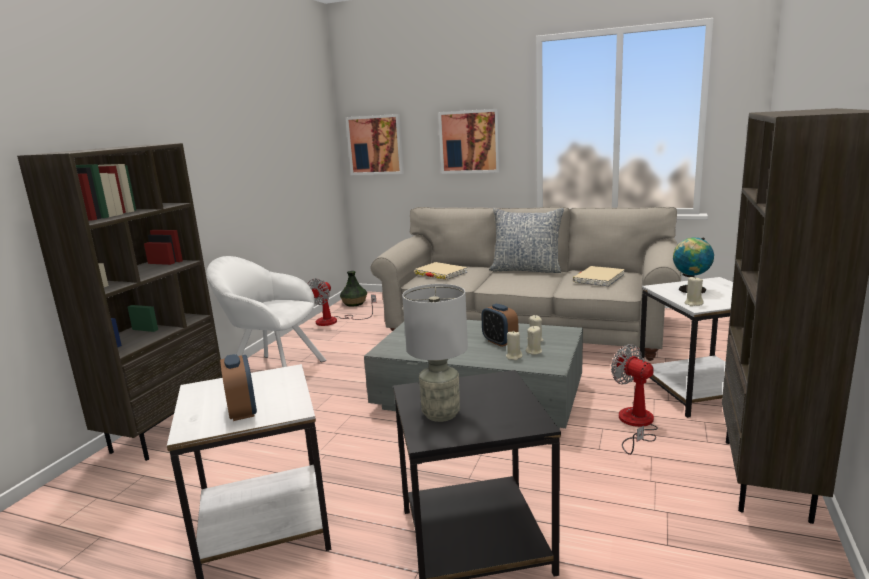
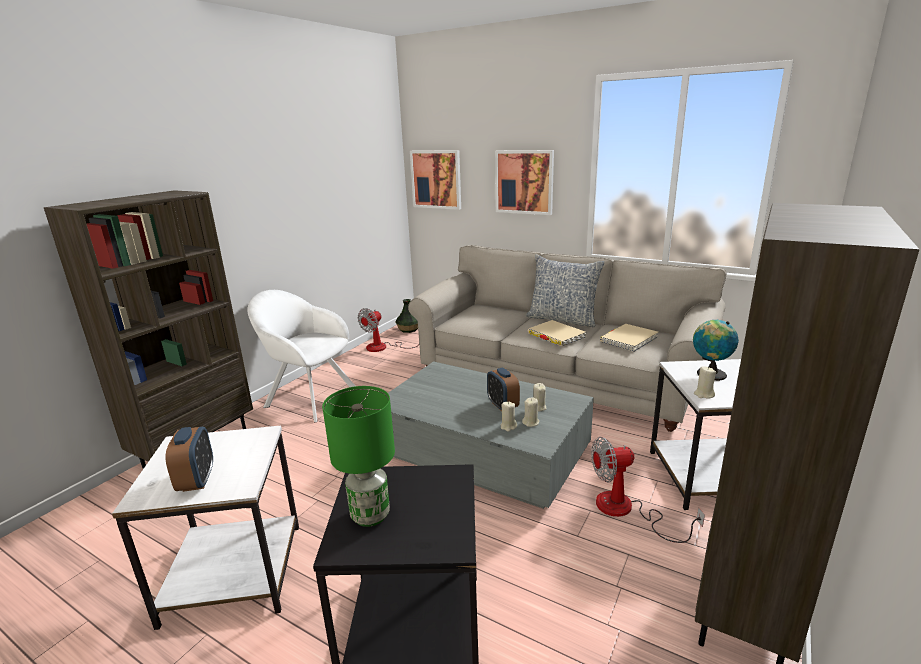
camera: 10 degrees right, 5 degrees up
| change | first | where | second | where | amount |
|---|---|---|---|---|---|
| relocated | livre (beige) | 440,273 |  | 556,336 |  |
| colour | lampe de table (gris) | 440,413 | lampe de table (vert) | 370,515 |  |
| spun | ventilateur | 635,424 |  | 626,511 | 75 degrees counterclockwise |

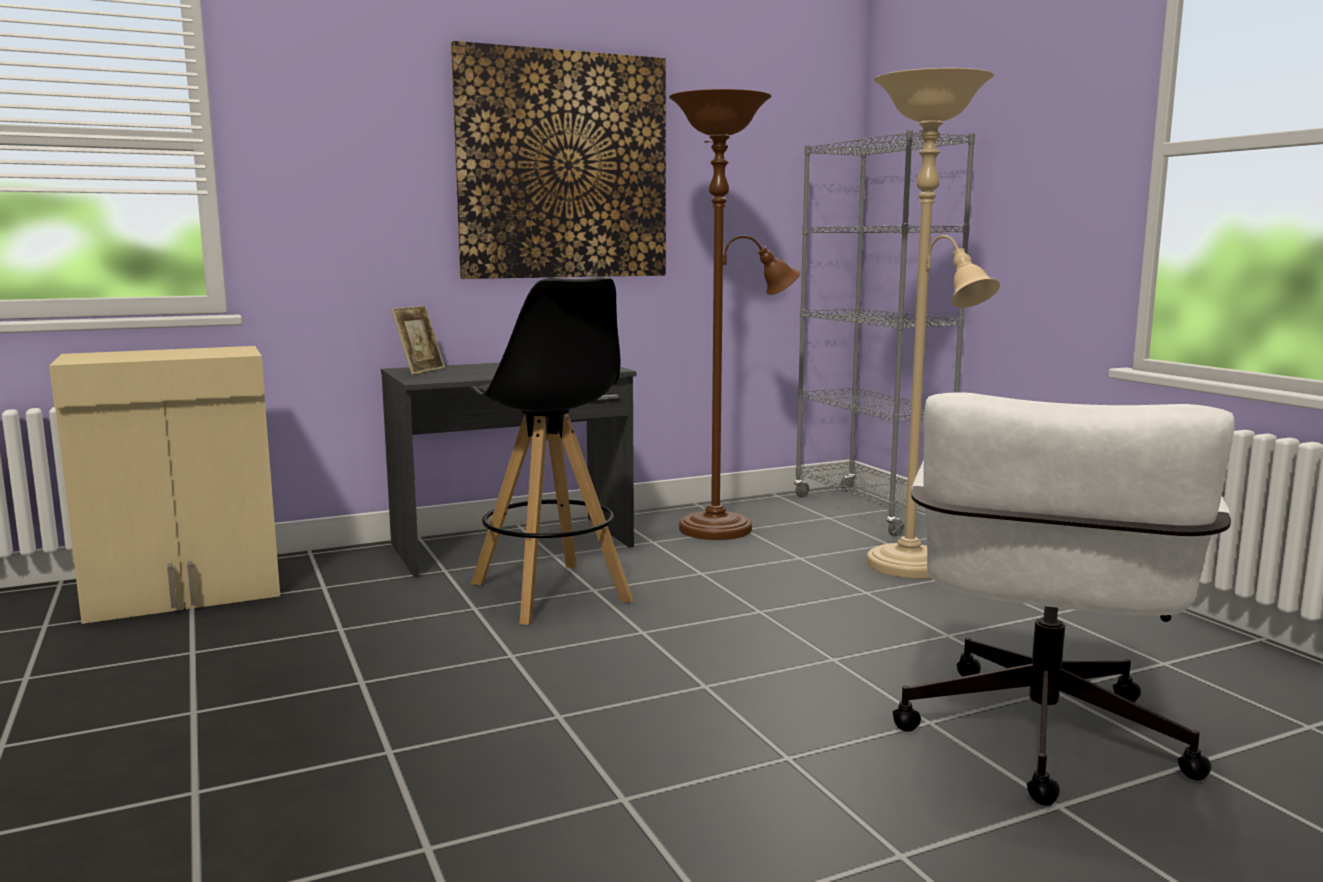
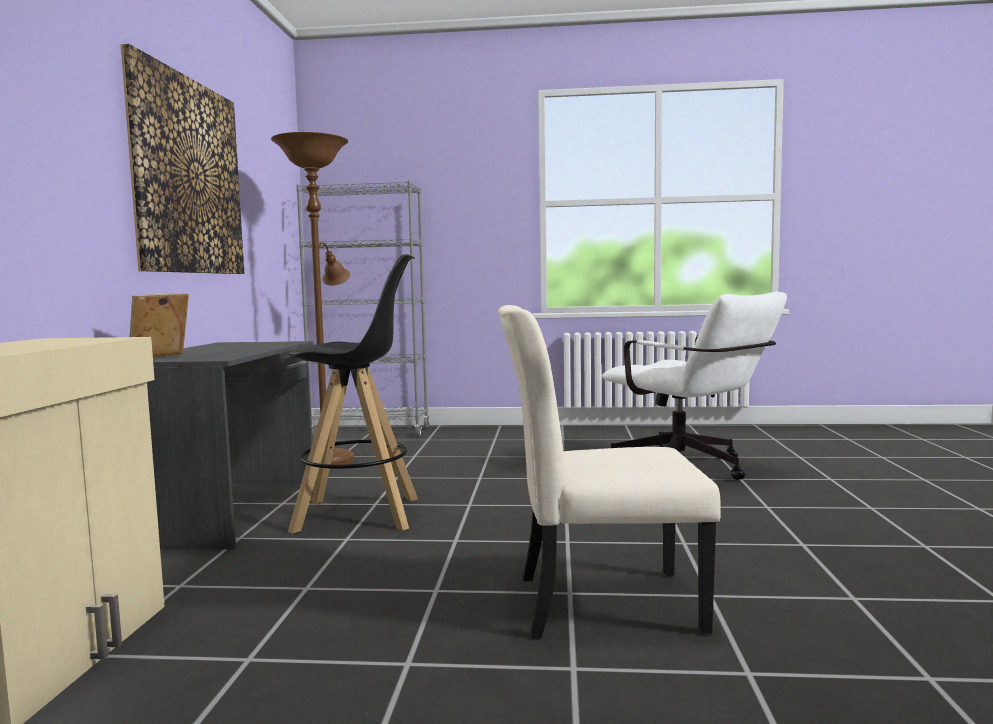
camera: 60 degrees left, 5 degrees down
| change | first | where | second | where | amount |
|---|---|---|---|---|---|
| missing | lampadaire (beige) | 915,568 |  |  |  |
| spun | cadre photo | 420,371 |  | 161,357 | 105 degrees counterclockwise |
| appeared |  |  | chaise (beige) | 599,602 |  |

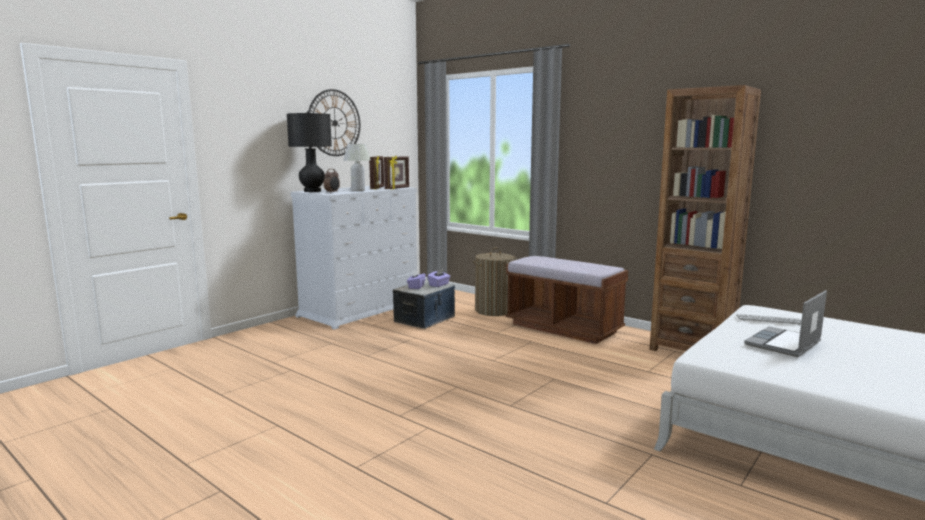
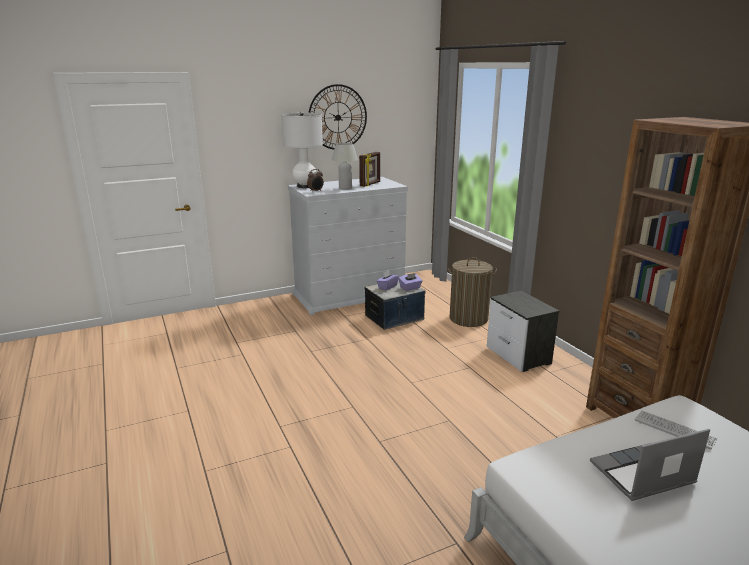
camera: 25 degrees right, 10 degrees up
| change | first | where | second | where | amount |
|---|---|---|---|---|---|
| colour | lampe de table (noir) | 312,191 | lampe de table (blanc) | 305,186 |  |
| missing | cadre photo | 397,188 |  |  |  |
| exchanged | banc (marron) | 563,328 | table de chevet | 518,356 |  |

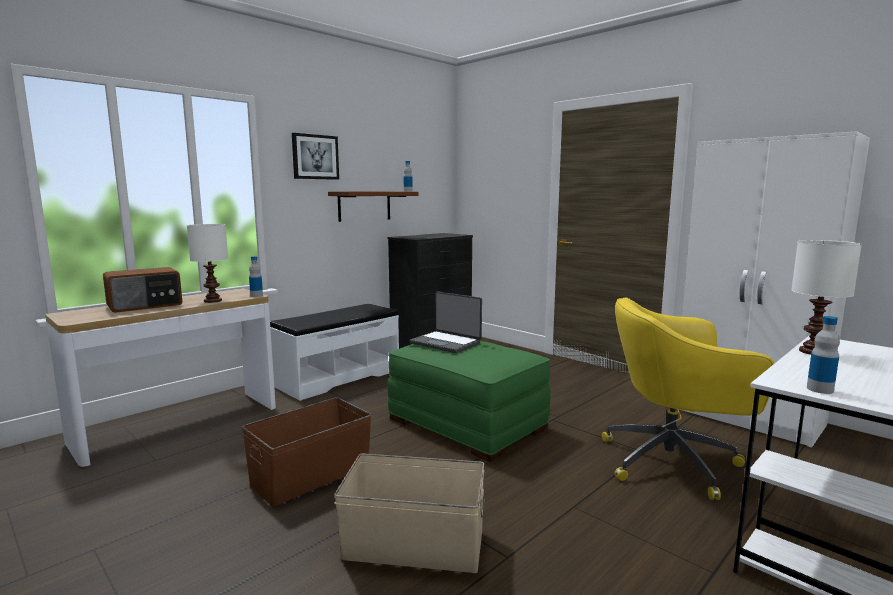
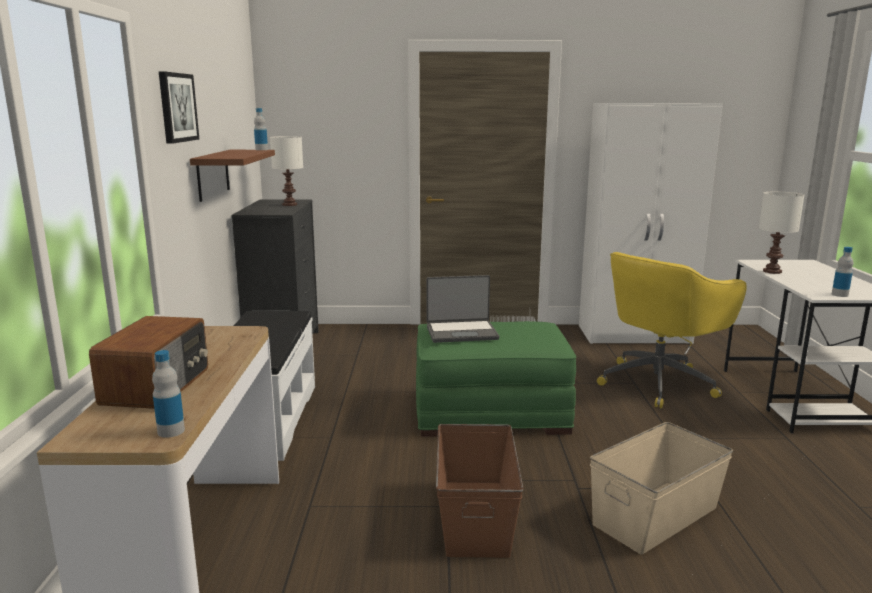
camera: 45 degrees left, 5 degrees up
| change | first | where | second | where | amount |
|---|---|---|---|---|---|
| relocated | lampe de table (blanc) | 213,301 |  | 290,204 |  |
| relocated | bouteille | 256,295 |  | 171,431 |  |

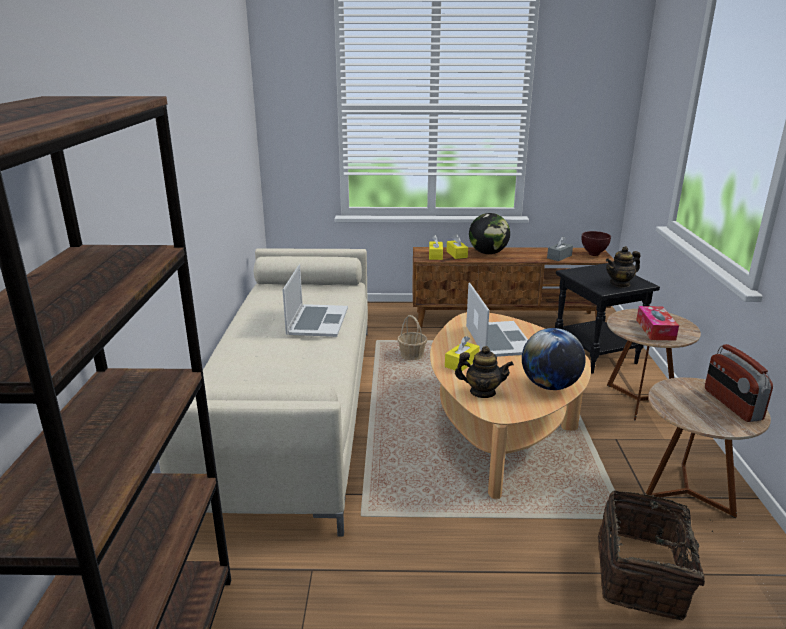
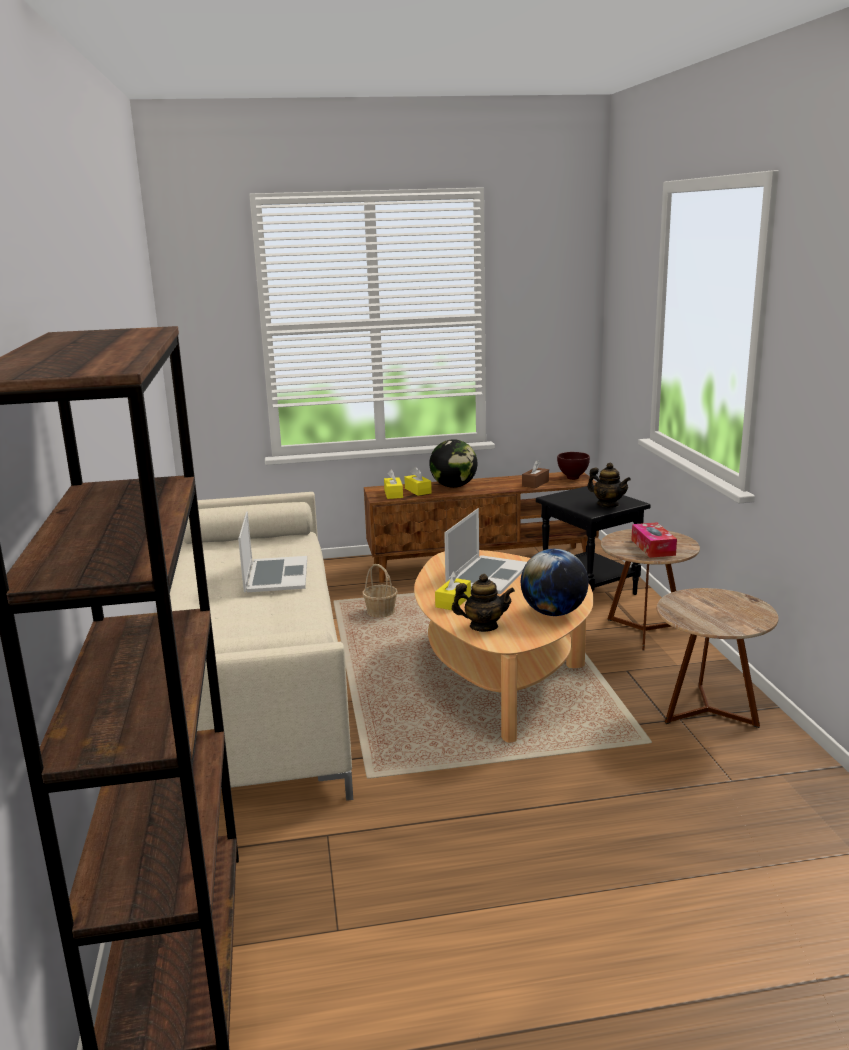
camera: 10 degrees left, 5 degrees down
| change | first | where | second | where | amount |
|---|---|---|---|---|---|
| colour | boîte à mouchoirs (gris) | 559,257 | boîte à mouchoirs (marron) | 535,483 |  |
| spun | théière | 620,284 |  | 608,505 | 105 degrees counterclockwise |
| spun | ordinateur portable | 498,339 |  | 487,575 | 45 degrees clockwise |
| missing | radio | 731,404 |  |  |  |
| missing | panier | 643,576 |  |  |  |

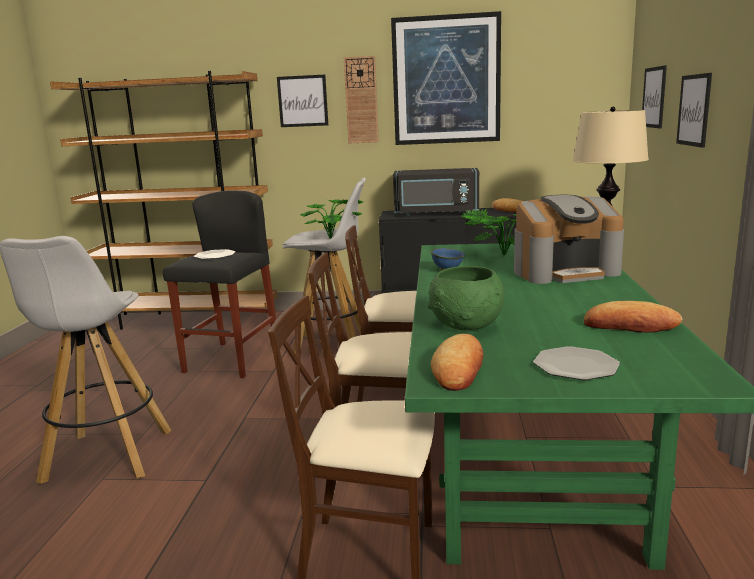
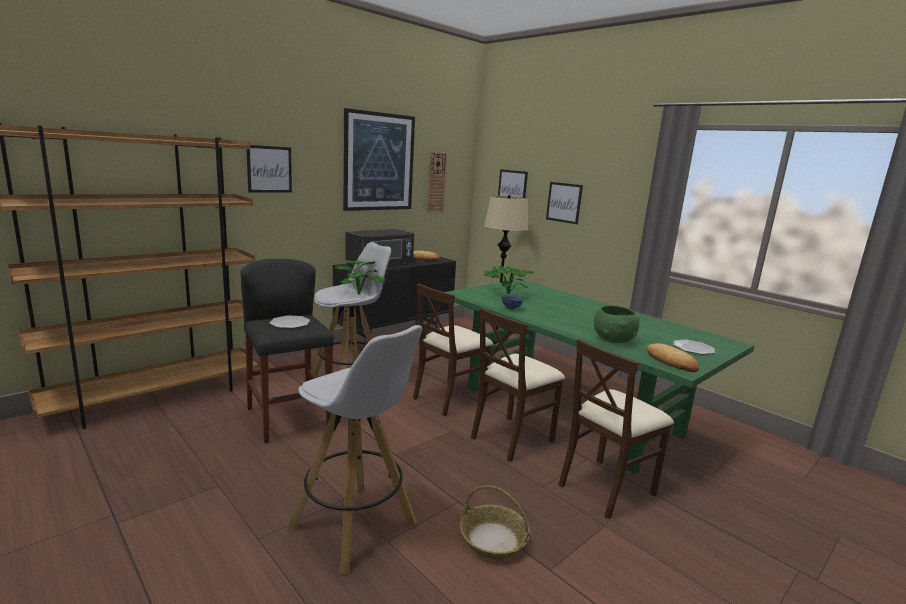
camera: 50 degrees left, 0 degrees up
| change | first | where | second | where | amount |
|---|---|---|---|---|---|
| relocated | horloge murale | 361,100 |  | 436,182 |  |
| missing | machine à café | 565,272 |  |  |  |
| missing | pain | 630,326 |  |  |  |
| appeared |  |  | panier | 492,539 |  |

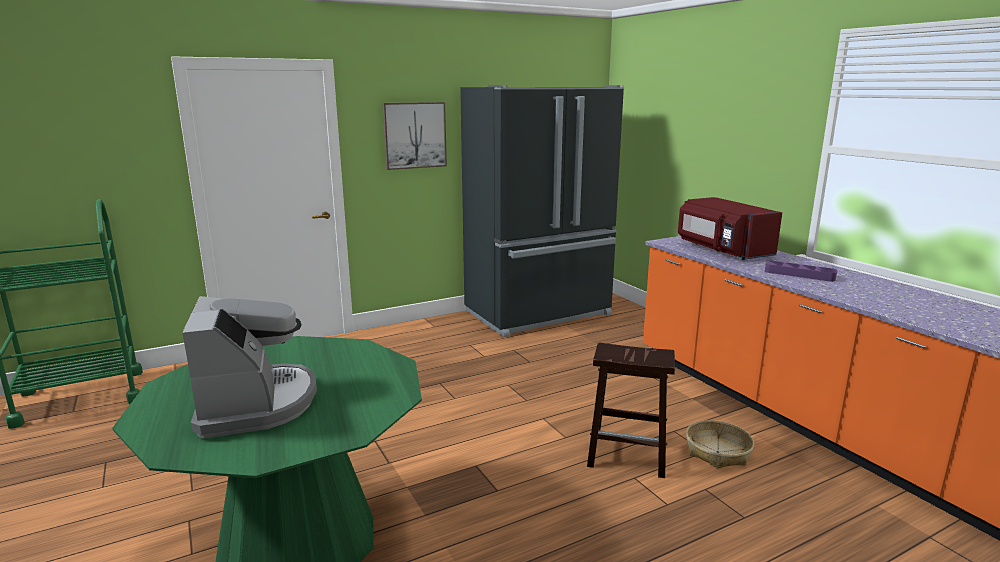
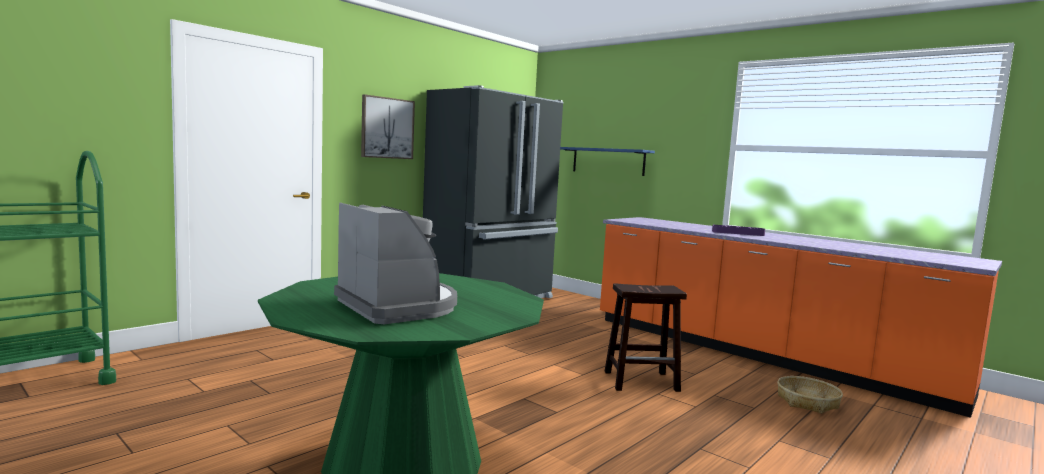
camera: 20 degrees left, 10 degrees down
| change | first | where | second | where | amount |
|---|---|---|---|---|---|
| missing | micro-ondes (rouge) | 722,250 |  |  |  |
| relocated | panier | 718,452 |  | 807,402 |  |
| appeared |  |  | étagère (bleu) | 608,161 |  |

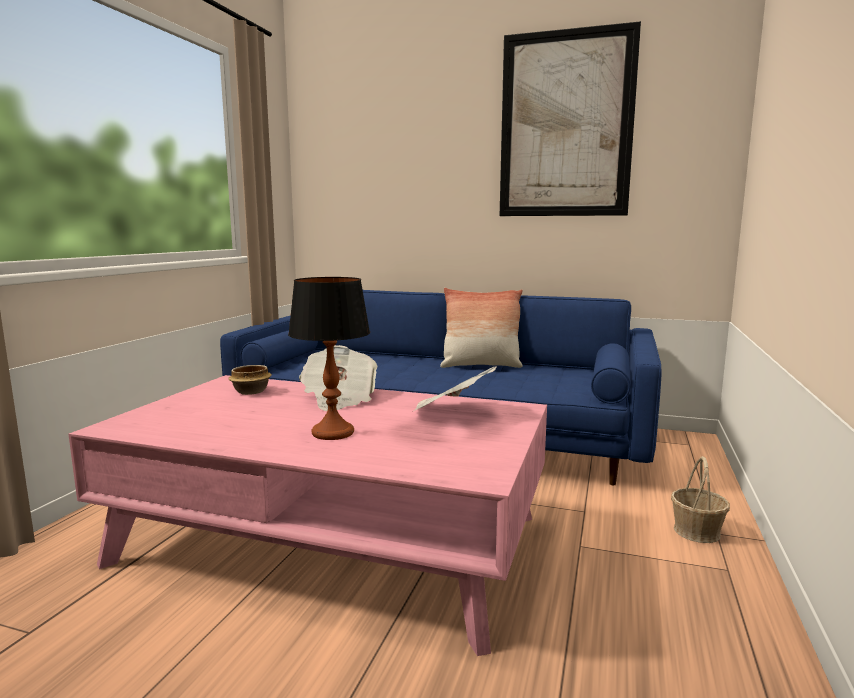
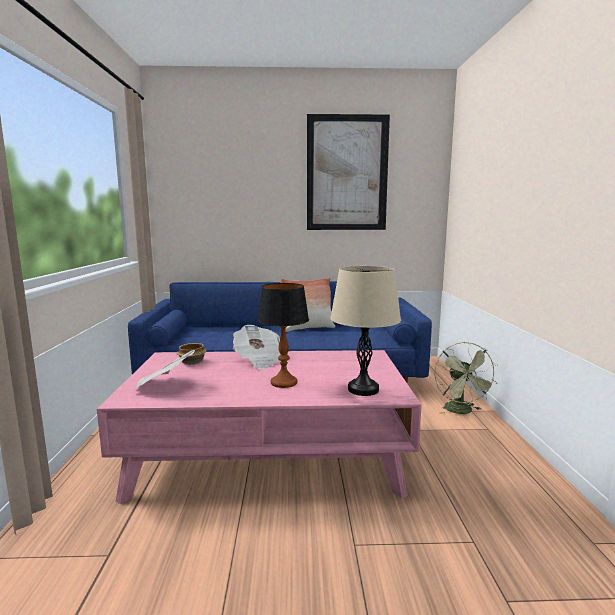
camera: 20 degrees left, 0 degrees up
| change | first | where | second | where | amount |
|---|---|---|---|---|---|
| relocated | journal | 451,412 |  | 164,385 |  |
| exchanged | panier | 697,531 | ventilateur (vert) | 462,411 |  |
| appeared |  |  | lampe de table (beige) | 363,389 |  |

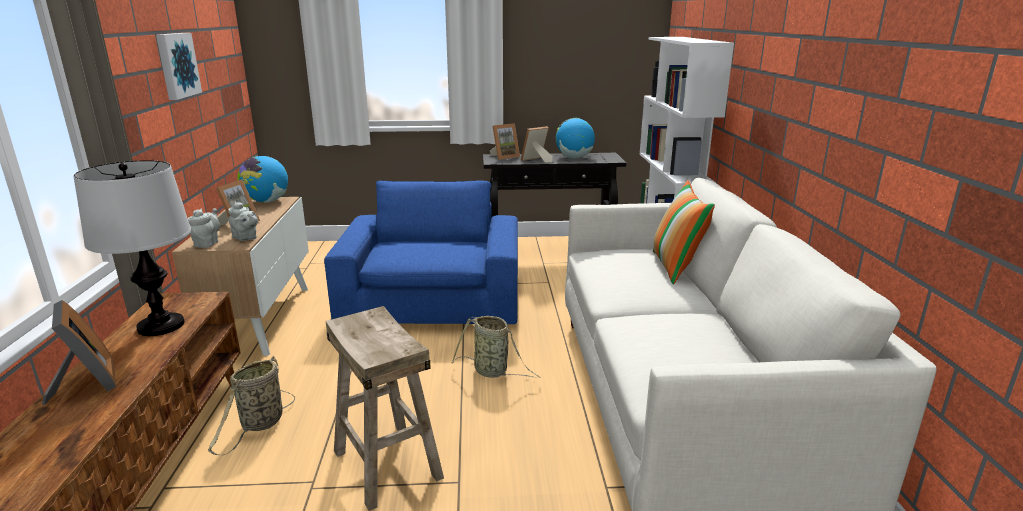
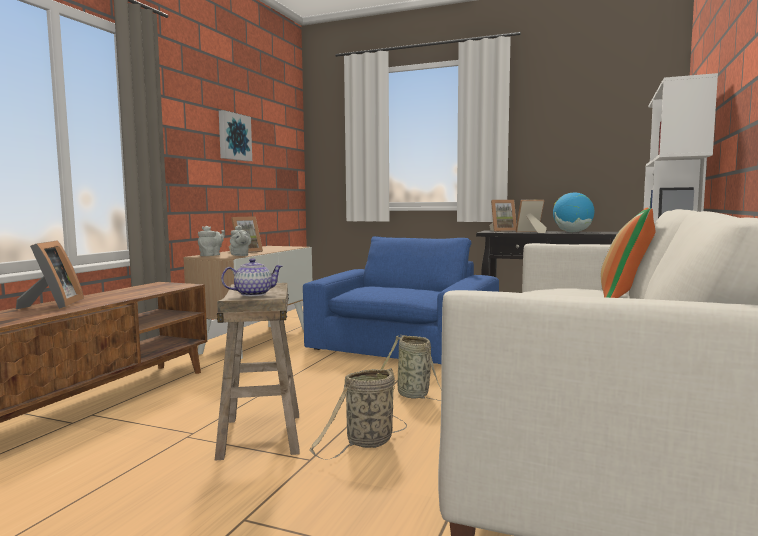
camera: 25 degrees right, 15 degrees down
| change | first | where | second | where | amount |
|---|---|---|---|---|---|
| missing | globe | 266,202 |  |  |  |
| missing | lampe de table | 161,325 |  |  |  |
| relocated | panier | 260,424 |  | 367,443 |  |
| appeared |  |  | théière | 253,294 |  |

